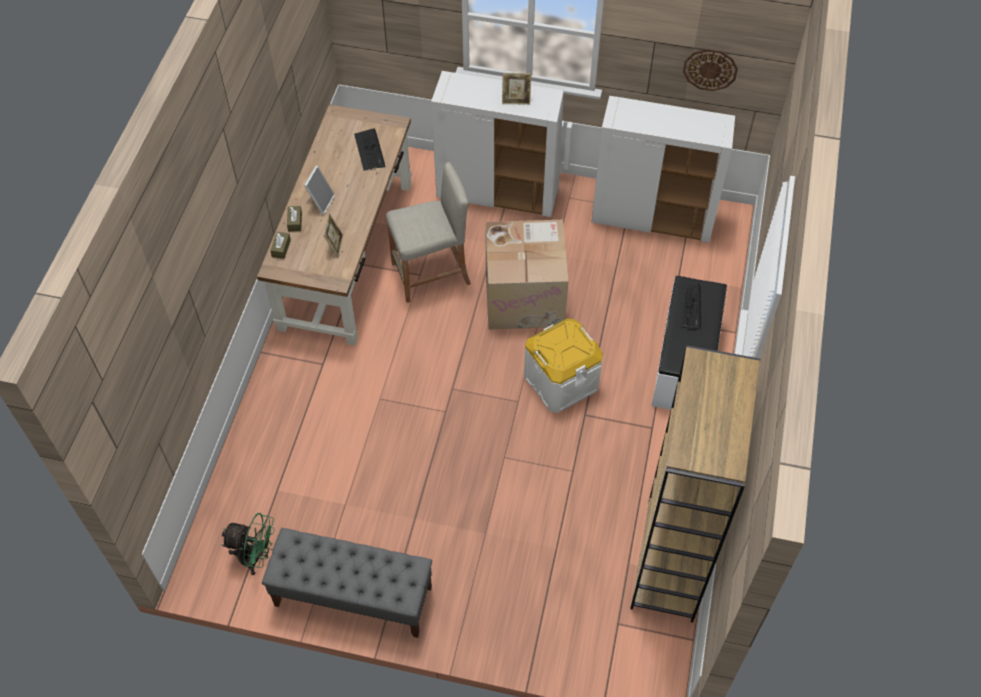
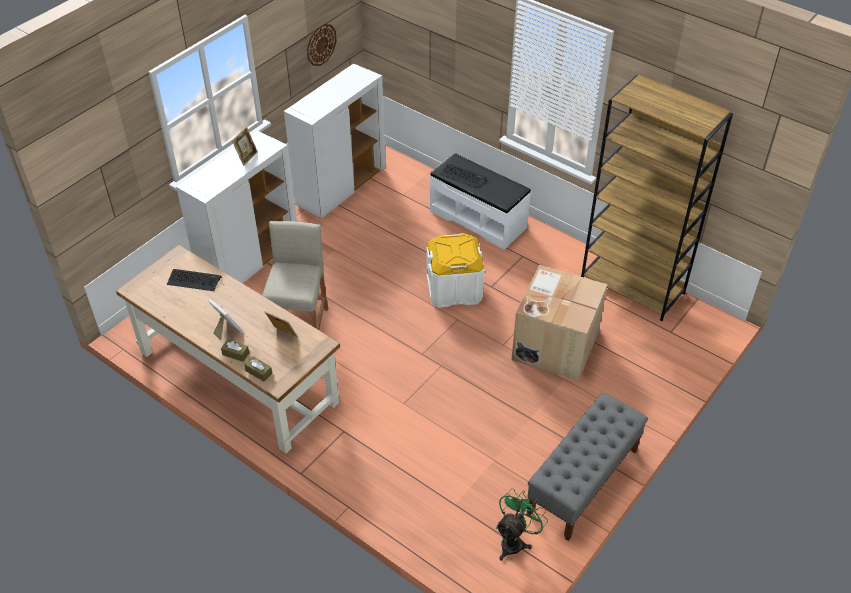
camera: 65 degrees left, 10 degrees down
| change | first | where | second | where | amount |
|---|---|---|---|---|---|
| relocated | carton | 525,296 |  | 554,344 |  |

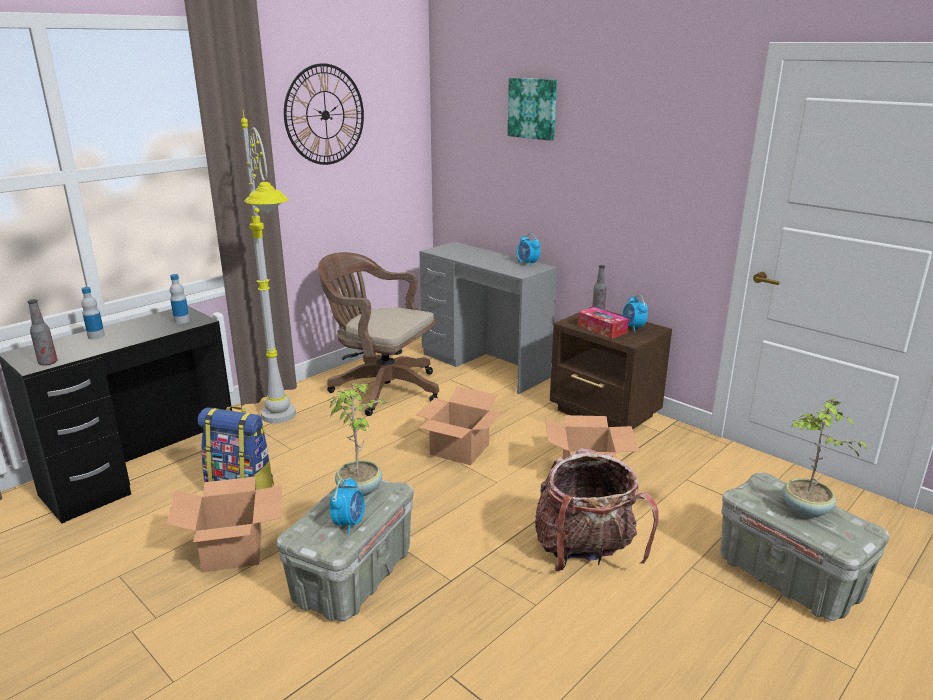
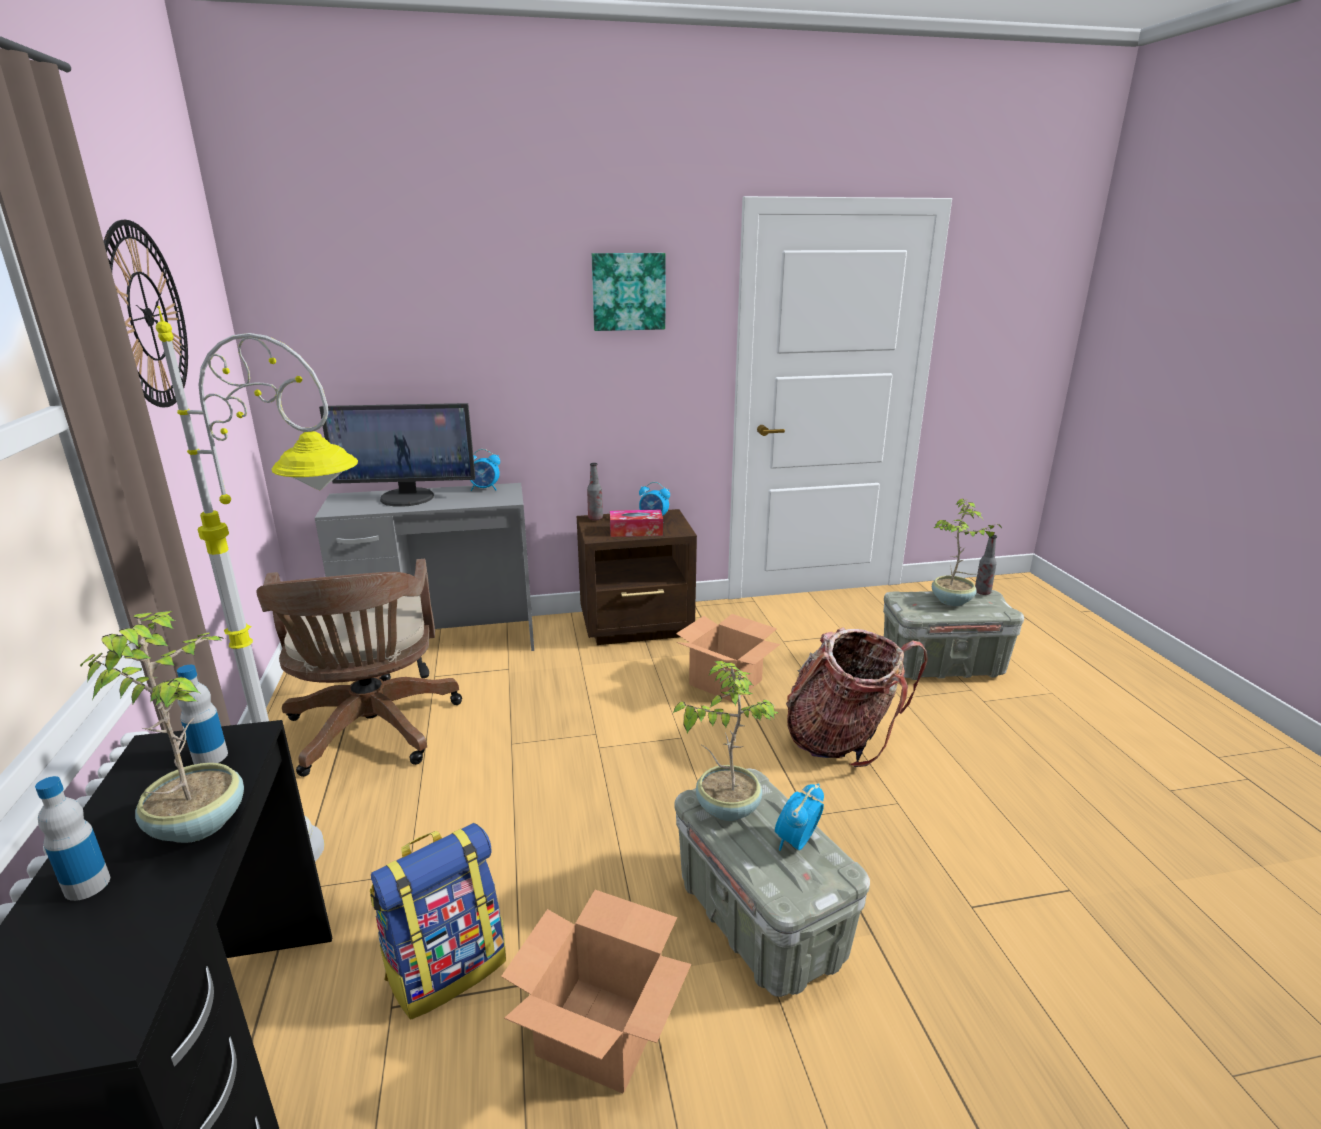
camera: 55 degrees left, 0 degrees up
| change | first | where | second | where | amount |
|---|---|---|---|---|---|
| relocated | tableau | 533,108 |  | 628,291 |  |
| spun | chaise de bureau (marron) | 381,388 |  | 372,732 | 75 degrees counterclockwise |
| relocated | bouteille | 48,363 |  | 982,592 |  |
| missing | carton | 460,449 |  |  |  |
| spun | réveil | 349,523 |  | 796,842 | 105 degrees counterclockwise |
| appeared |  |  | écran d'ordinateur | 408,497 |  |
| appeared |  |  | plante en pot | 199,822 |  |

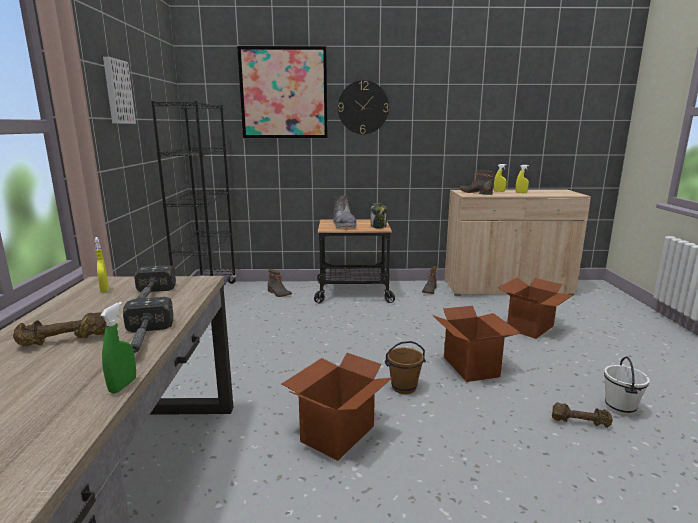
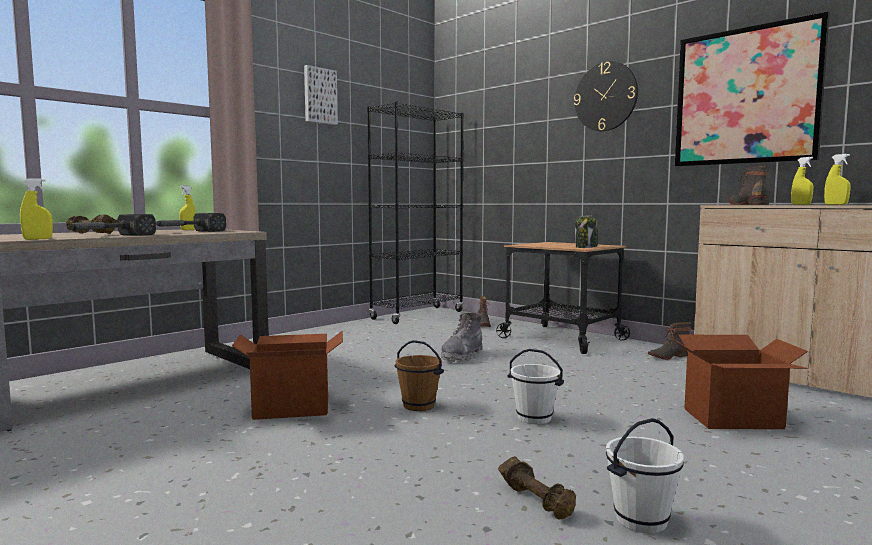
camera: 45 degrees right, 10 degrees down
| change | first | where | second | where | amount |
|---|---|---|---|---|---|
| relocated | tableau | 284,93 |  | 746,96 |  |
| relocated | botte (gris) | 344,225 |  | 462,356 |  |
| colour | vaporisateur (vert) | 123,385 | vaporisateur (jaune) | 37,239 |  |
| exchanged | carton | 471,366 | seau (blanc) | 534,418 |  |

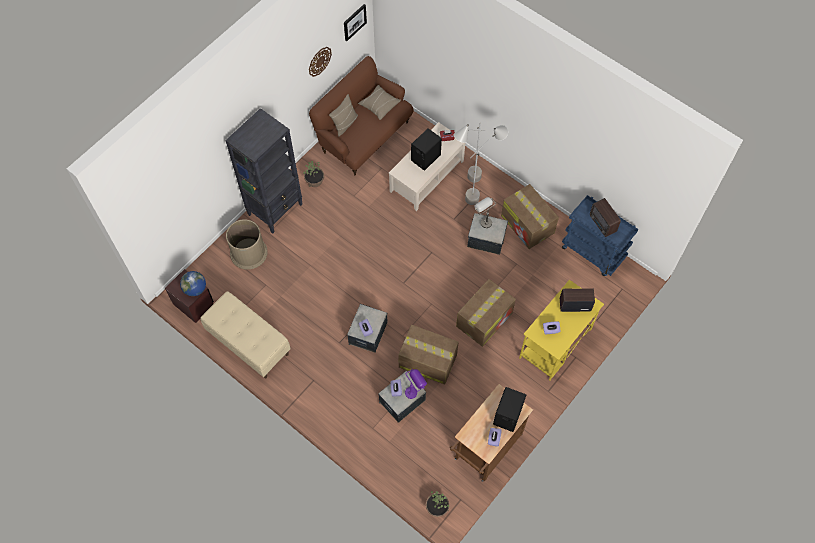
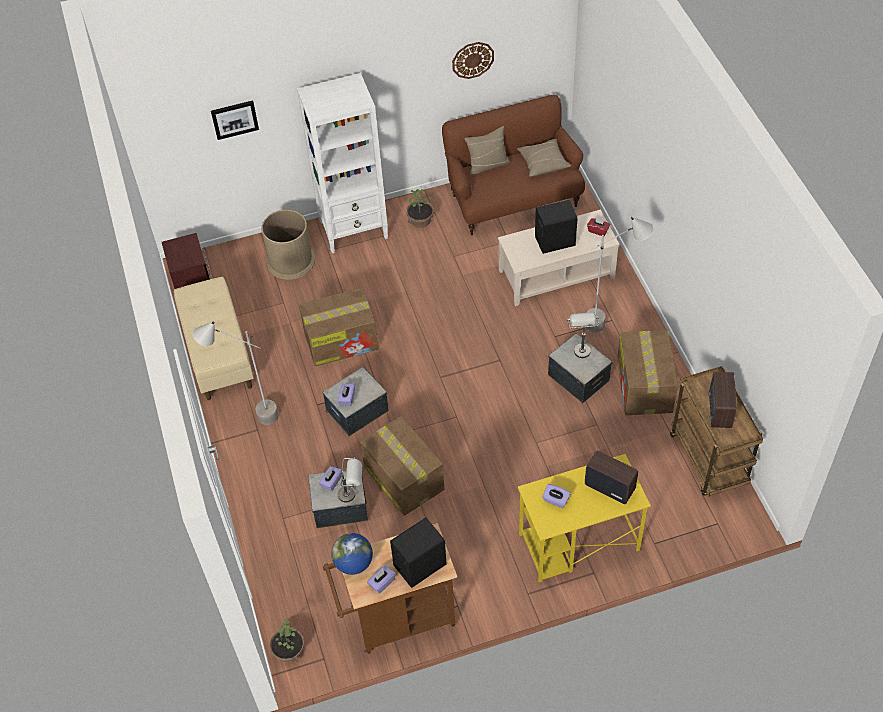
camera: 35 degrees right, 10 degrees down
| change | first | where | second | where | amount |
|---|---|---|---|---|---|
| relocated | tableau | 354,22 |  | 234,119 |  |
| colour | bibliothèque (noir) | 275,209 | bibliothèque (blanc) | 354,230 |  |
| relocated | lampadaire (gris) | 465,183 |  | 250,419 |  |
| colour | chariot (bleu) | 593,252 | chariot (marron) | 709,460 |  |
| relocated | globe | 195,289 |  | 354,563 |  |
| relocated | carton | 484,319 |  | 342,340 |  |
| colour | lampe de table (violet) | 414,390 | lampe de table (gris) | 352,494 |  |

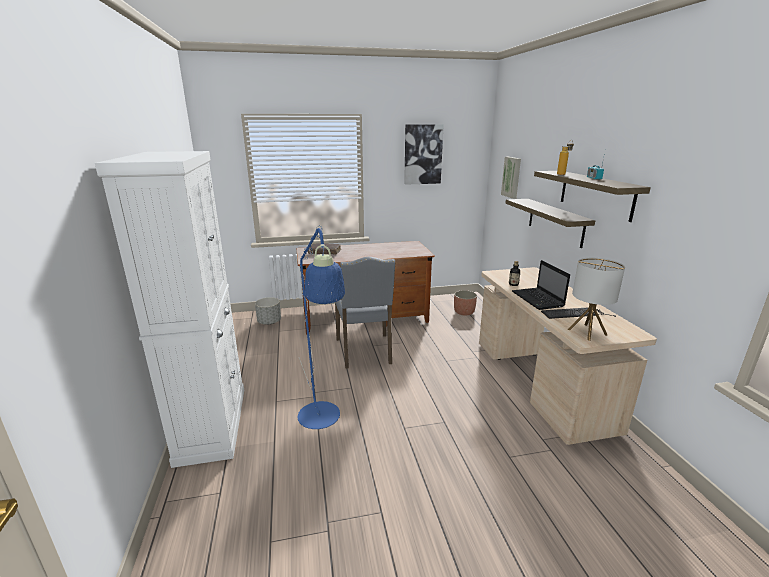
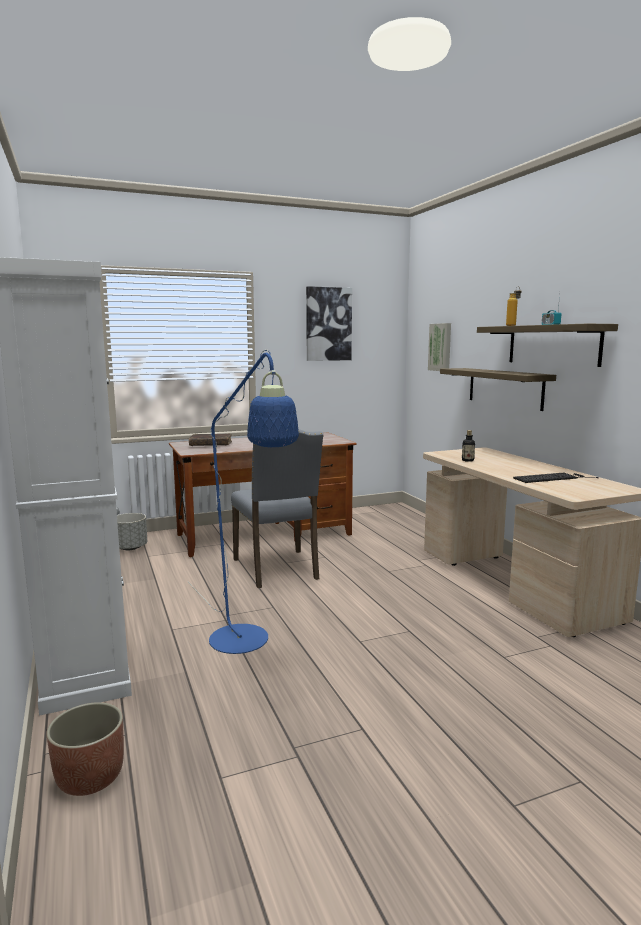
camera: 10 degrees left, 10 degrees down
| change | first | where | second | where | amount |
|---|---|---|---|---|---|
| missing | lampe de table | 587,332 |  |  |  |
| missing | ordinateur portable | 538,299 |  |  |  |
| relocated | cache-pot | 464,312 |  | 90,777 |  |

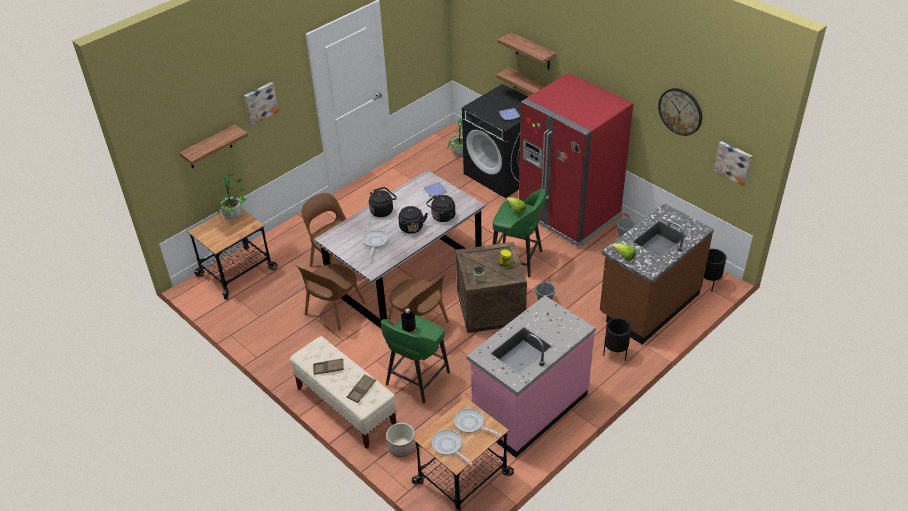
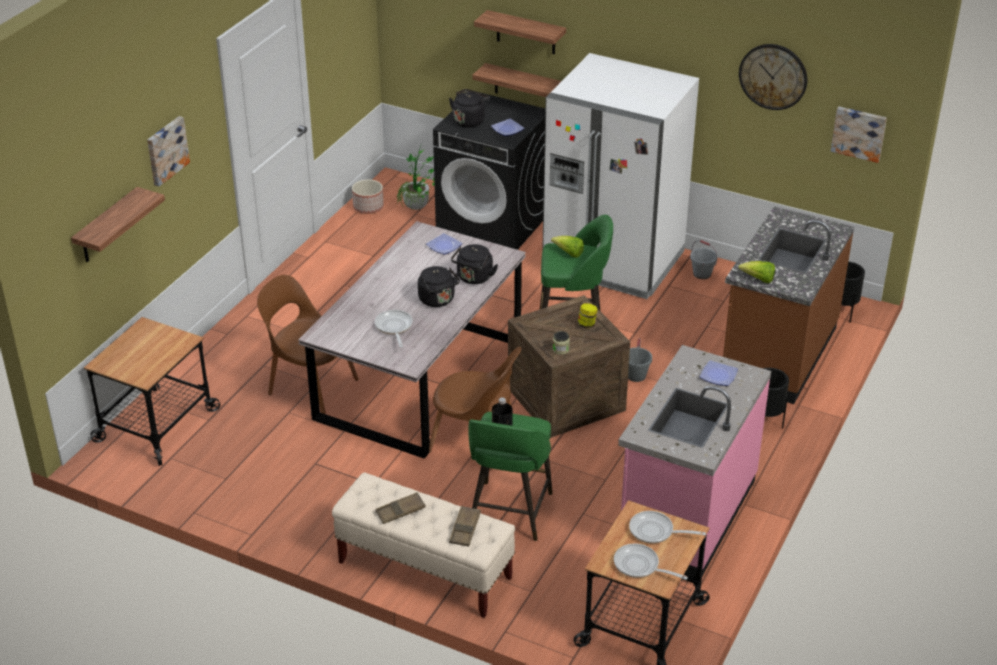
camera: 20 degrees left, 5 degrees down
| change | first | where | second | where | amount |
|---|---|---|---|---|---|
| colour | réfrigérateur (rouge) | 569,215 | réfrigérateur (blanc) | 613,262 |  |
| missing | plante en pot | 235,218 |  |  |  |
| relocated | bouilloire (noir) | 382,210 |  | 469,120 |  |
| missing | chaise (marron) | 333,310 |  |  |  |
| relocated | cache-pot | 401,447 |  | 368,207 |  |
| appeared |  |  | assiette | 717,376 |  |

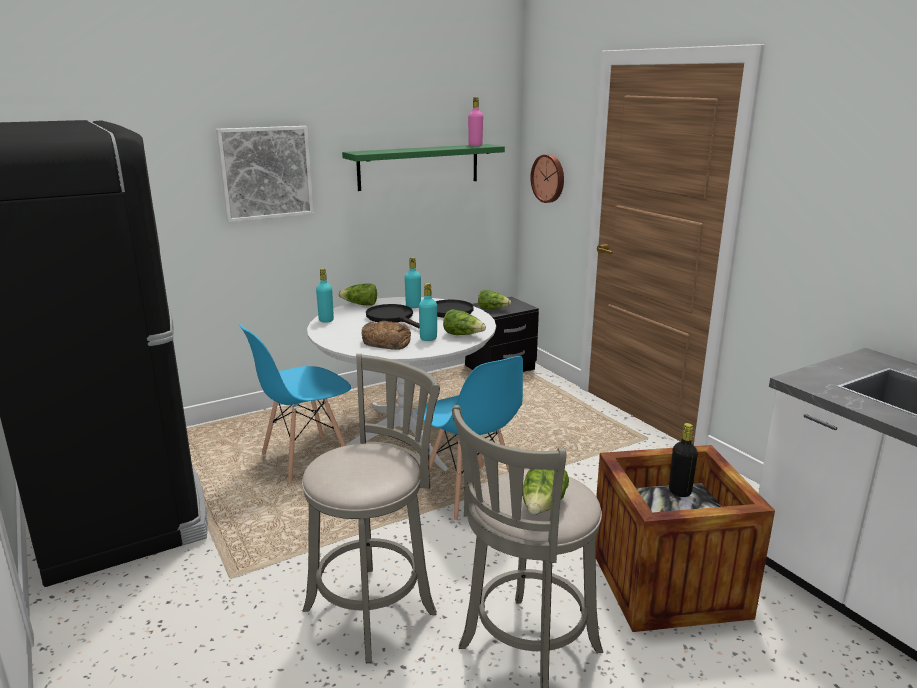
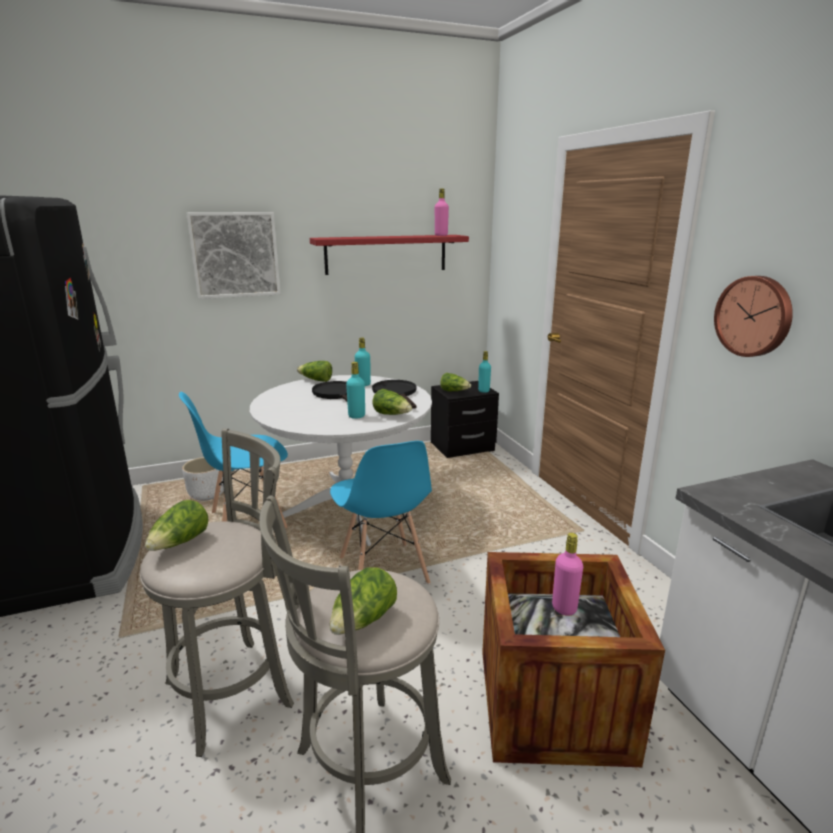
camera: 10 degrees right, 0 degrees up
| change | first | where | second | where | amount |
|---|---|---|---|---|---|
| colour | étagère (vert) | 419,166 | étagère (rouge) | 386,254 |  |
| relocated | horloge murale | 549,178 |  | 754,316 |  |
| relocated | bouteille (turquoise) | 326,320 |  | 483,391 |  |
| missing | pain | 386,341 |  |  |  |
| colour | bouteille (noir) | 679,492 | bouteille (rose) | 564,608 |  |
| appeared |  |  | cache-pot (blanc) | 208,495 |  |
| appeared |  |  | laitue | 180,543 |  |

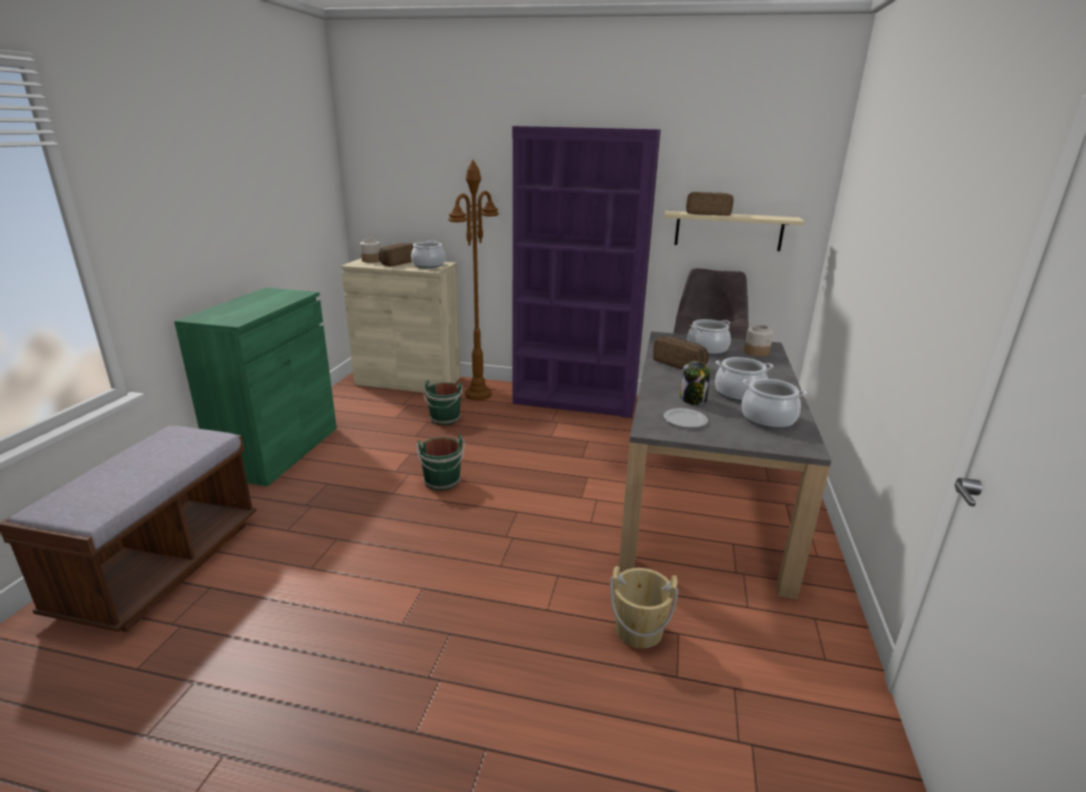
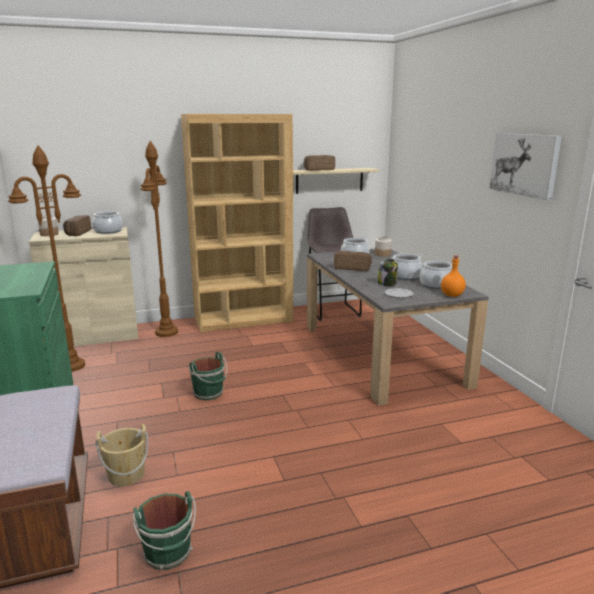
camera: 30 degrees left, 5 degrees down
| change | first | where | second | where | amount |
|---|---|---|---|---|---|
| colour | bibliothèque (violet) | 575,400 | bibliothèque (marron) | 244,320 |  |
| relocated | seau (vert) | 445,419 |  | 168,553 |  |
| relocated | seau (beige) | 638,630 |  | 126,475 |  |
| appeared |  |  | tableau | 524,164 |  |
| appeared |  |  | lampadaire (marron) | 71,366 |  |
| appeared |  |  | bouteille (orange) | 451,295 |  |

